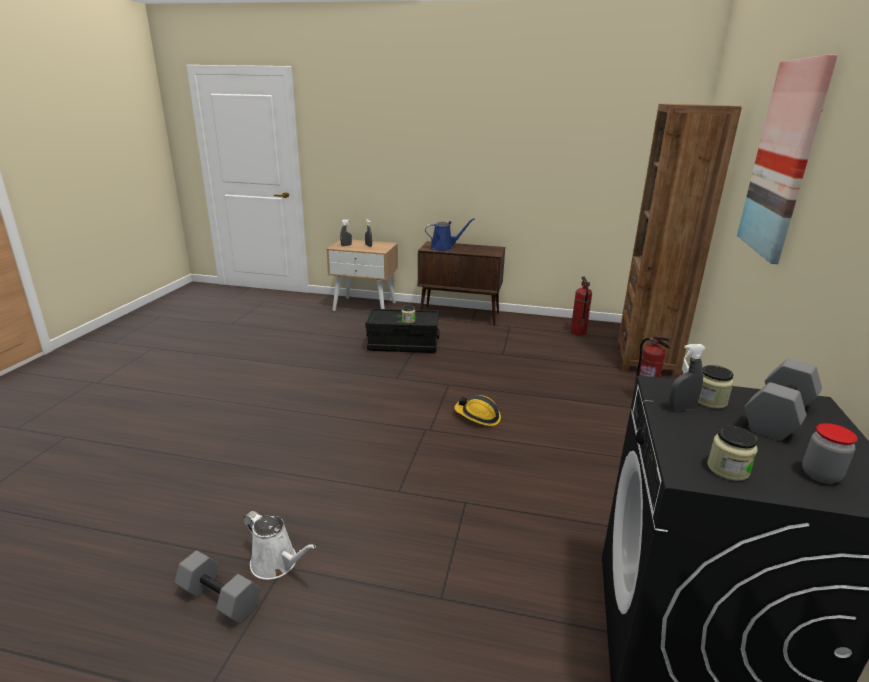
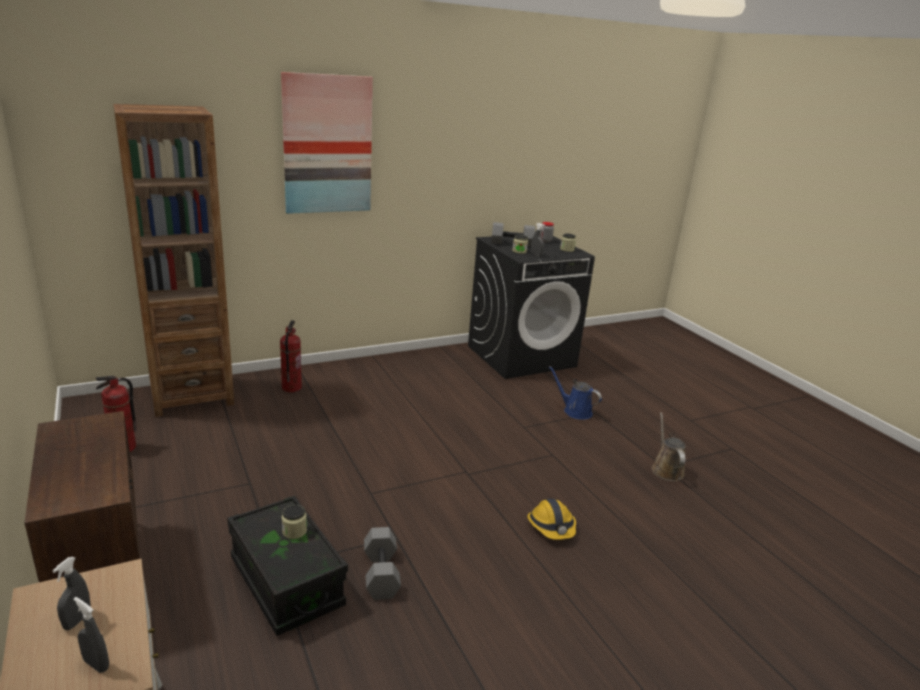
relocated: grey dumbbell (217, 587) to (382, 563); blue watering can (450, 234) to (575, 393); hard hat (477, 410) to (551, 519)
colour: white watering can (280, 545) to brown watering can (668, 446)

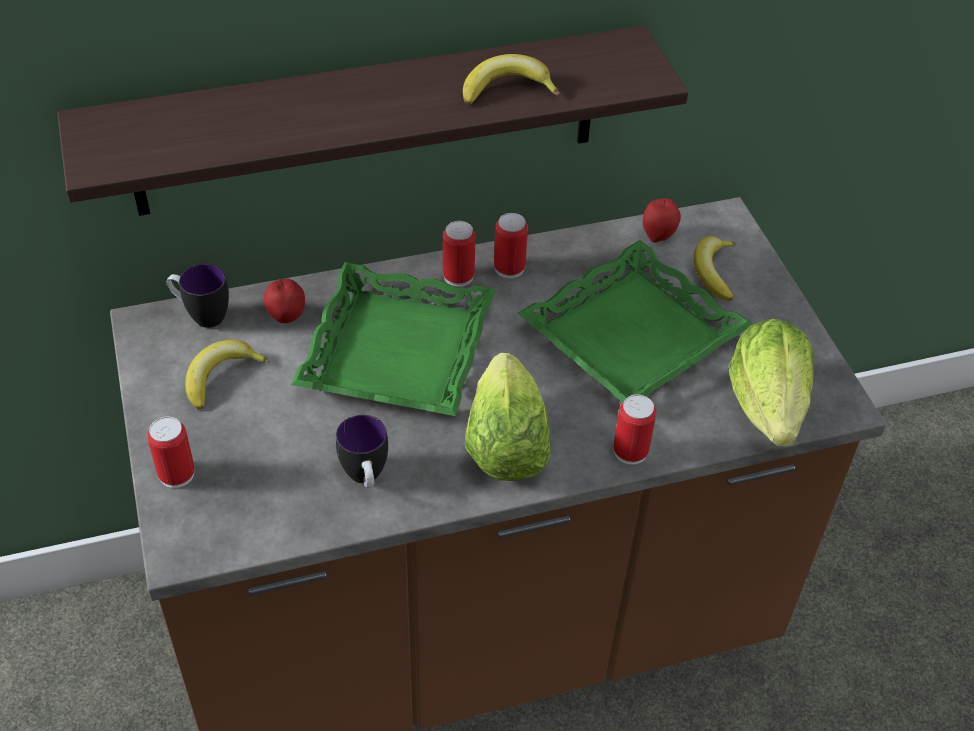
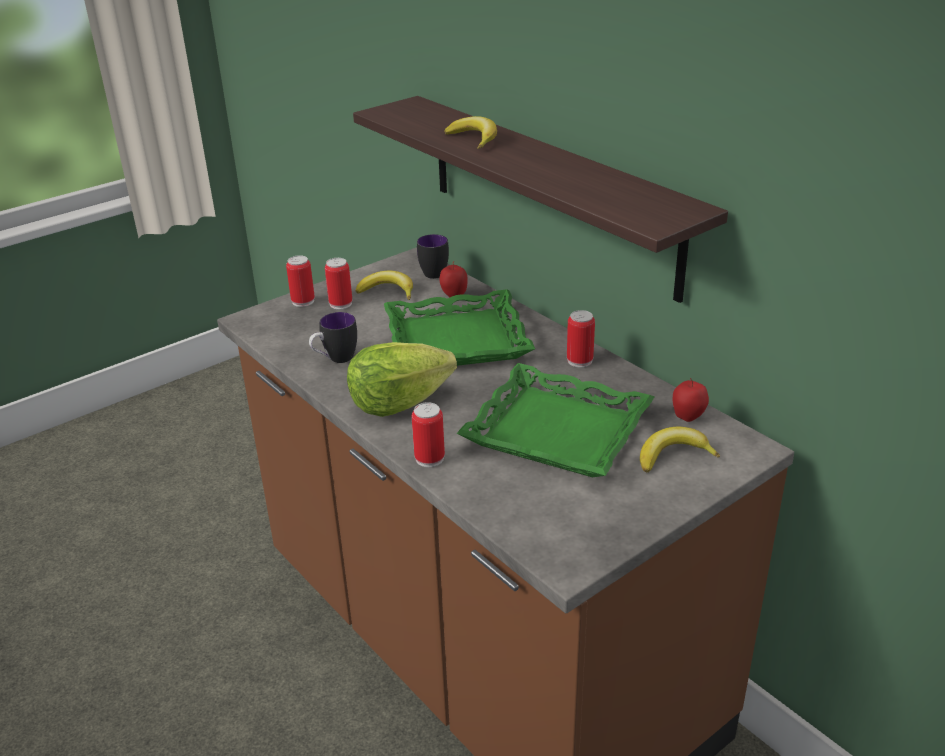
missing: lettuce (771, 382)
relocated: can (459, 254) to (338, 283); banana (511, 79) to (470, 132)

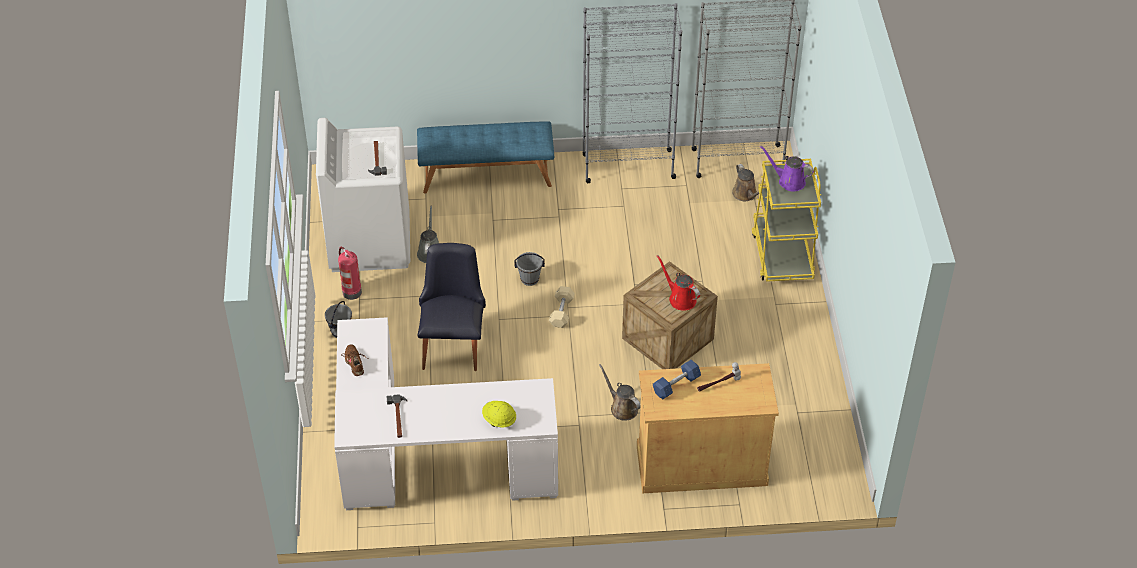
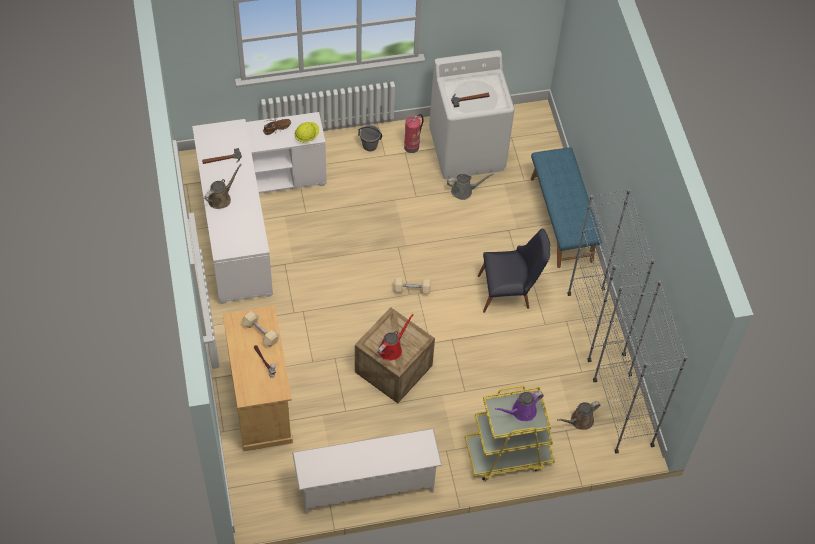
missing: grey bucket (529, 269)
appeared: white shoe rack (367, 472)
relocated: black chair (452, 307) to (514, 271); yellow hard hat (499, 414) to (307, 132); brown watering can (620, 392) to (223, 186)
colour: blue dumbbell (677, 379) to beige dumbbell (261, 329)
spun: purple watering can (787, 168) = (519, 406) 135 degrees counterclockwise

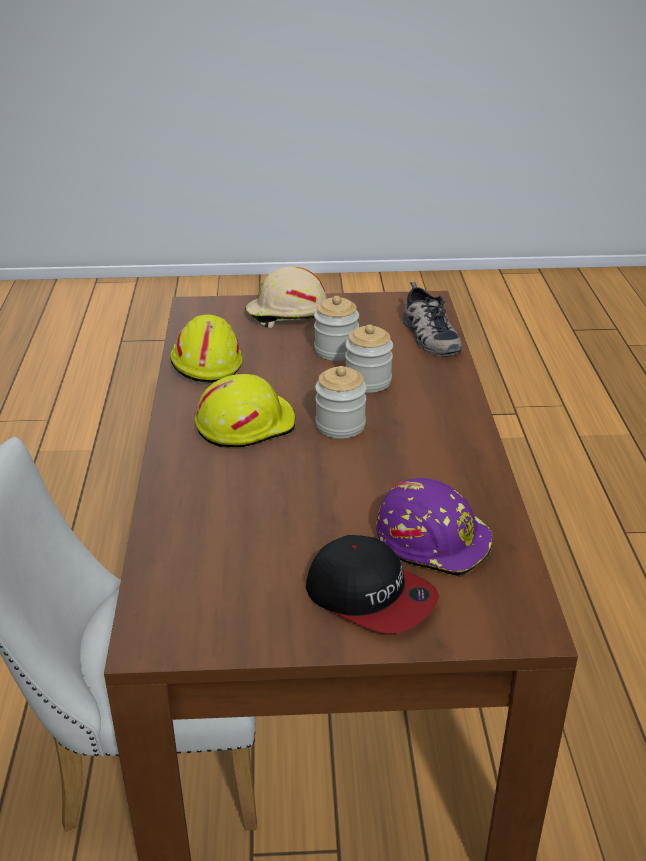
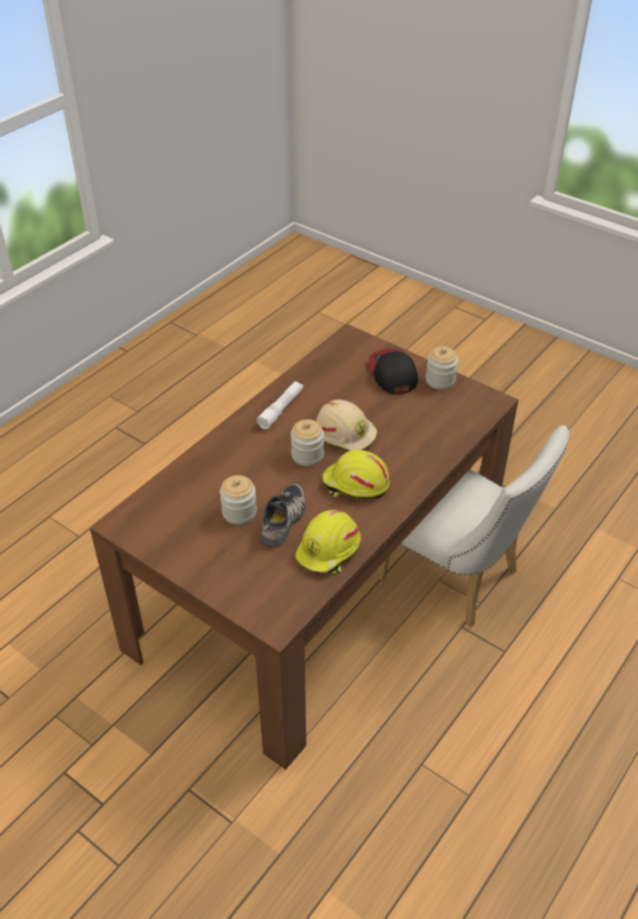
missing: purple hard hat (434, 527)
appeared: white flashlight (280, 405)
relocated: beige hard hat (286, 297) to (347, 425); jar (369, 358) to (442, 368); shoe (432, 319) to (283, 515)

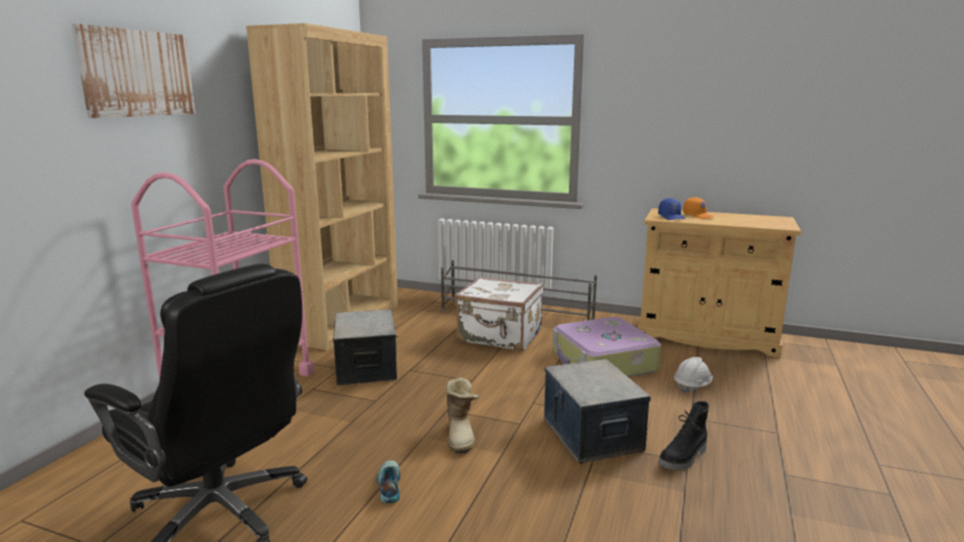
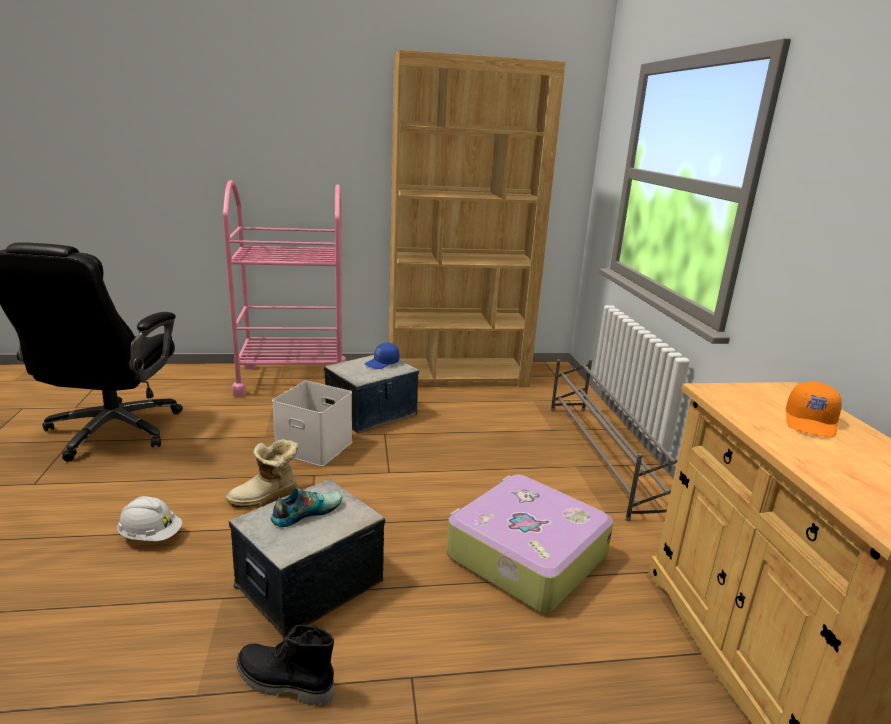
missing: picture (134, 71); white suitcase (499, 314)
appeared: white storage box (312, 423)
relocated: shoe (388, 481) to (306, 507); blue cap (671, 209) to (382, 356); white hard hat (693, 375) to (149, 518)

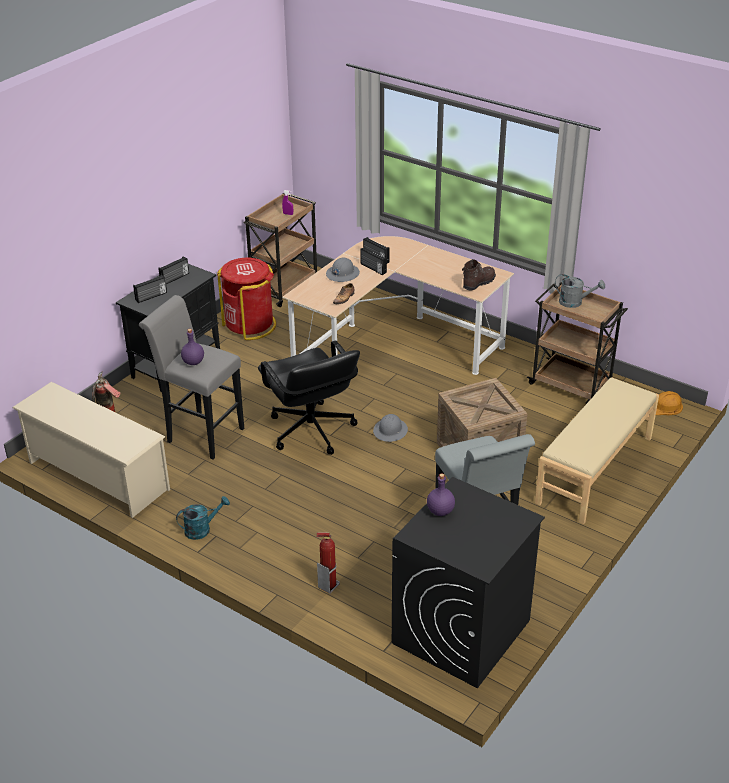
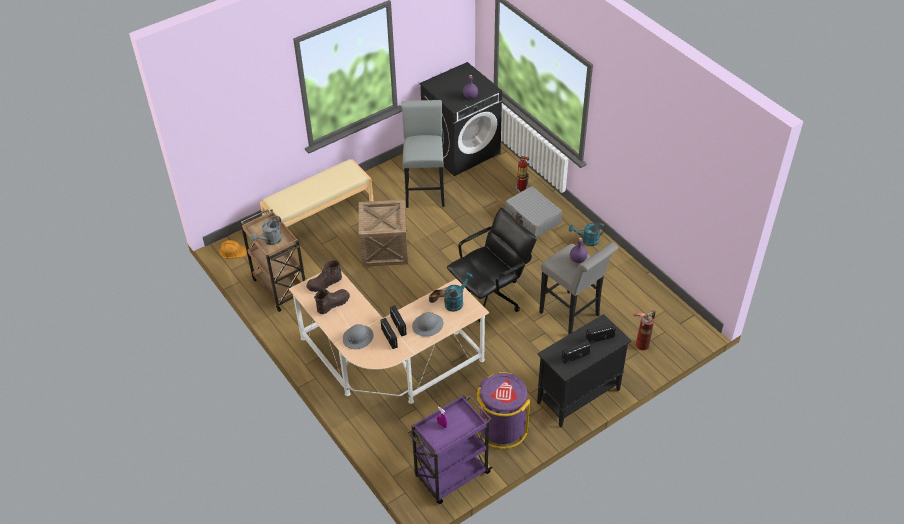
missing: beige shoe rack (91, 450)
appeared: brown boot (332, 301); turquoise watering can (458, 292); grey suitcase (533, 211)
relocated: grey hard hat (390, 428) to (358, 336)
colour: red trash can (246, 299) to purple trash can (503, 410); brown cart (280, 250) to purple cart (450, 449)
spun: black office chair (309, 398) = (492, 265) 60 degrees clockwise; grey watering can (580, 291) = (266, 230) 90 degrees counterclockwise

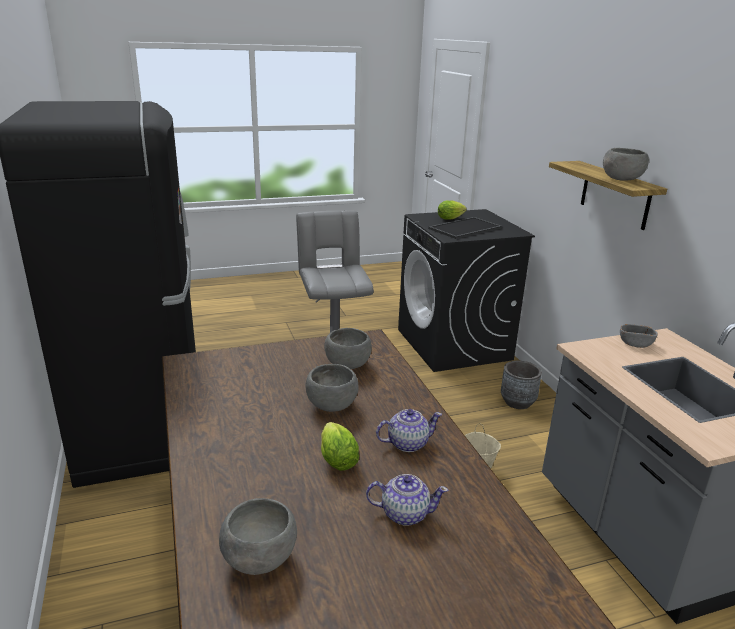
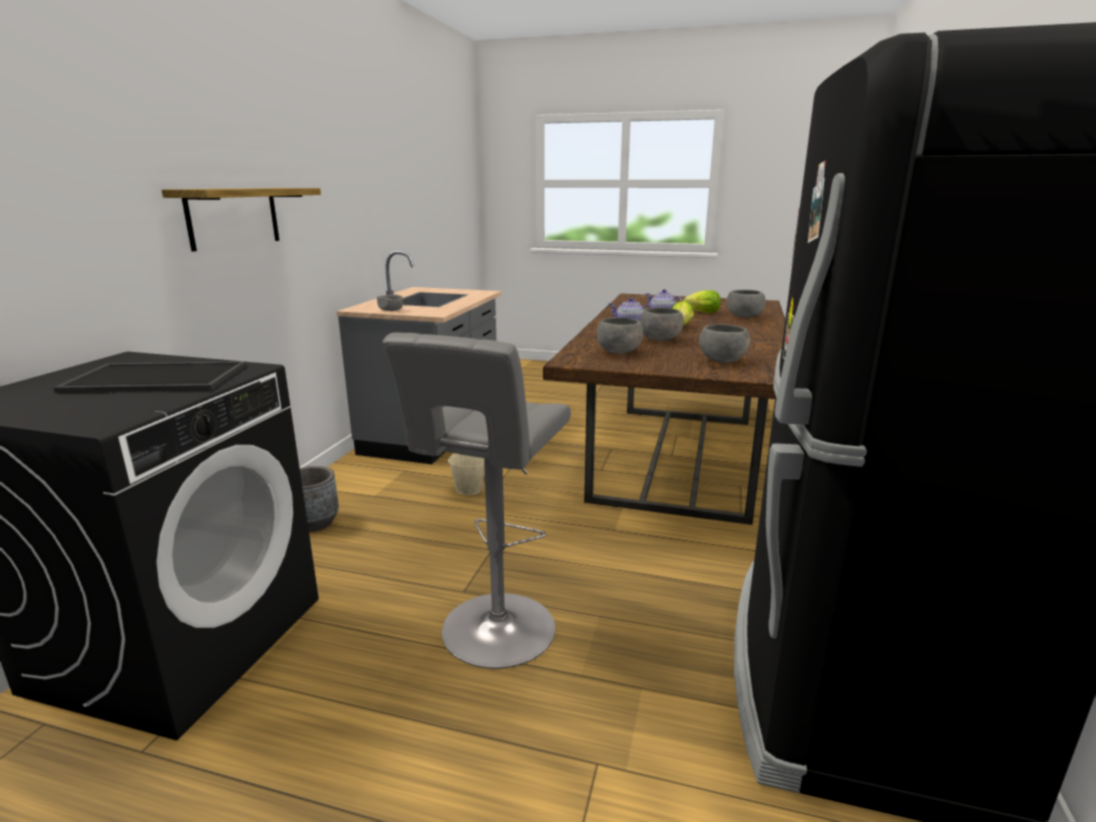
relocated: lettuce (452, 210) to (702, 301); grey bowl (626, 164) to (724, 343)

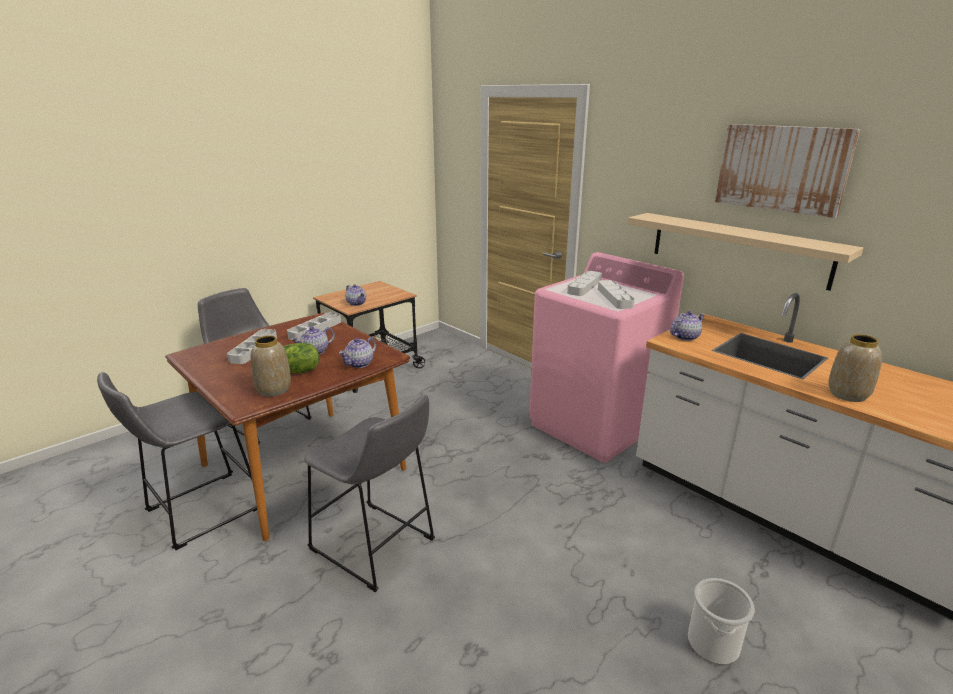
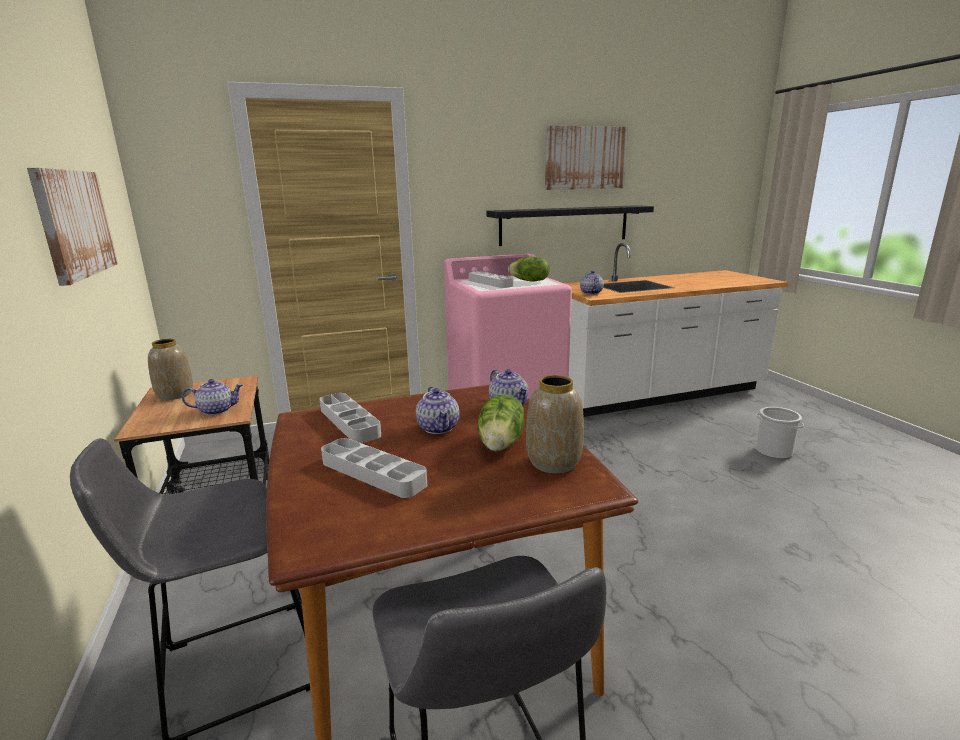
missing: grey stool (369, 493)
appeared: picture (72, 227)
relocated: vase (855, 368) to (170, 369)
exchanged: grey tray (616, 294) to lettuce (528, 269)
colour: beige shelf (745, 252) to black shelf (570, 225)

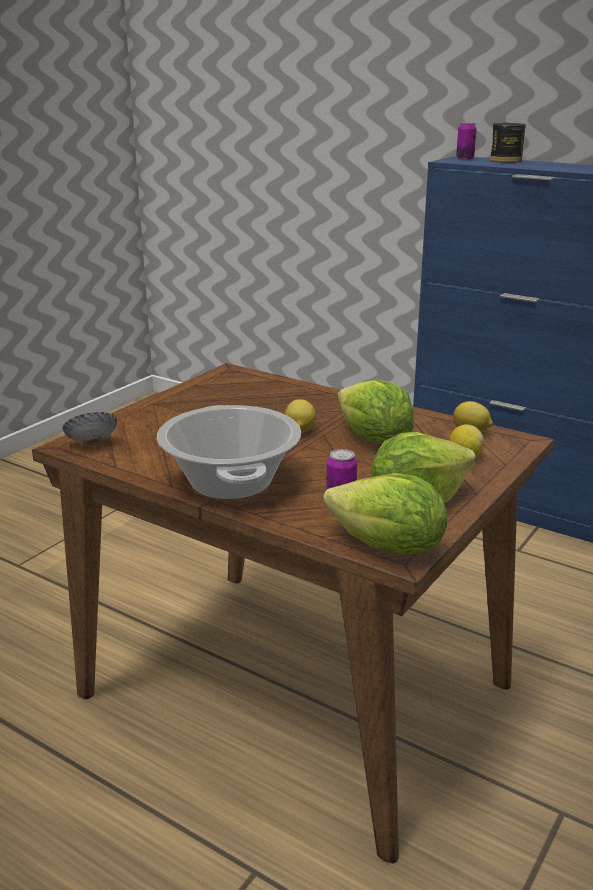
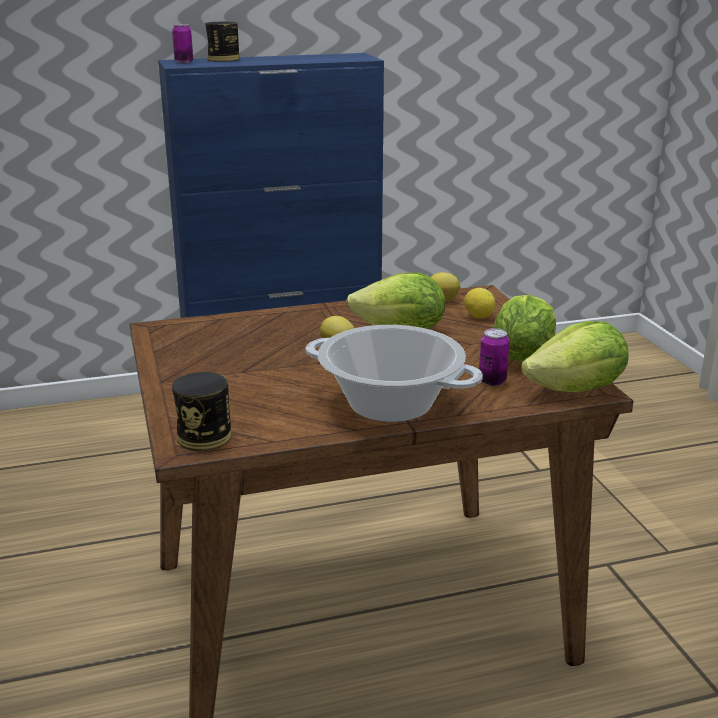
exchanged: bowl (90, 429) to can (202, 411)

